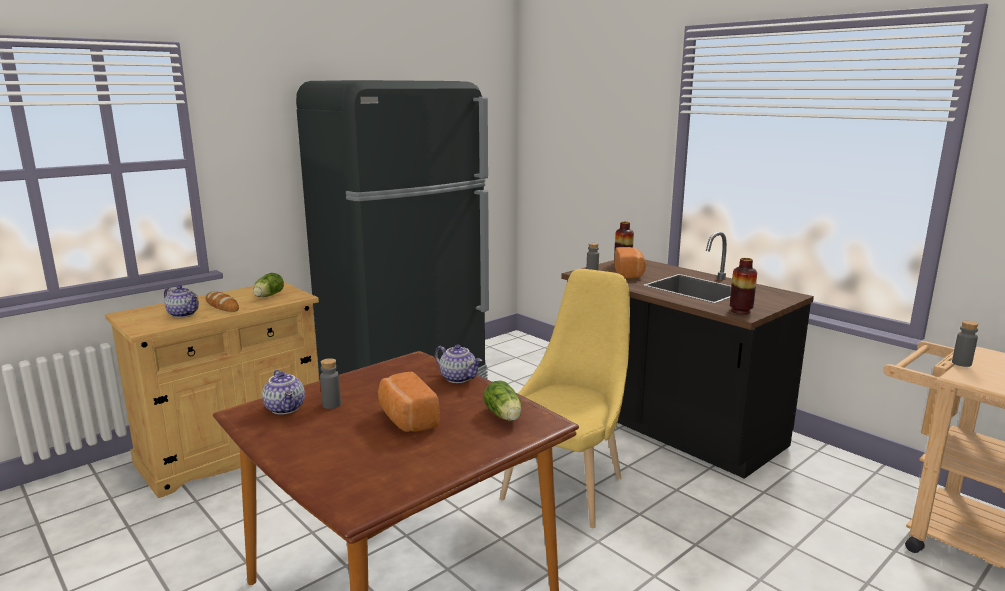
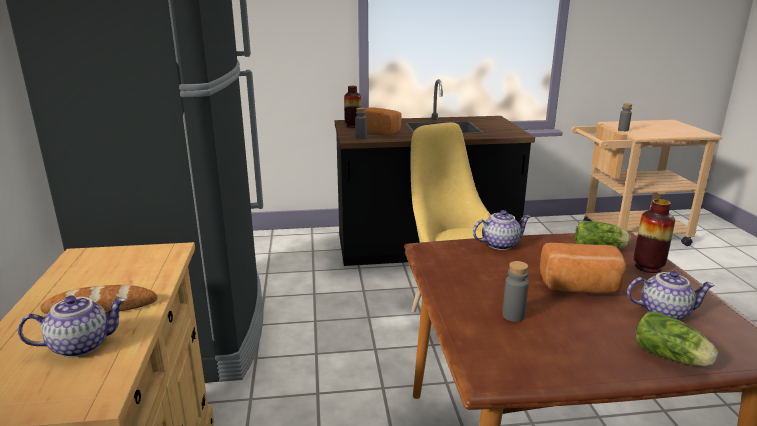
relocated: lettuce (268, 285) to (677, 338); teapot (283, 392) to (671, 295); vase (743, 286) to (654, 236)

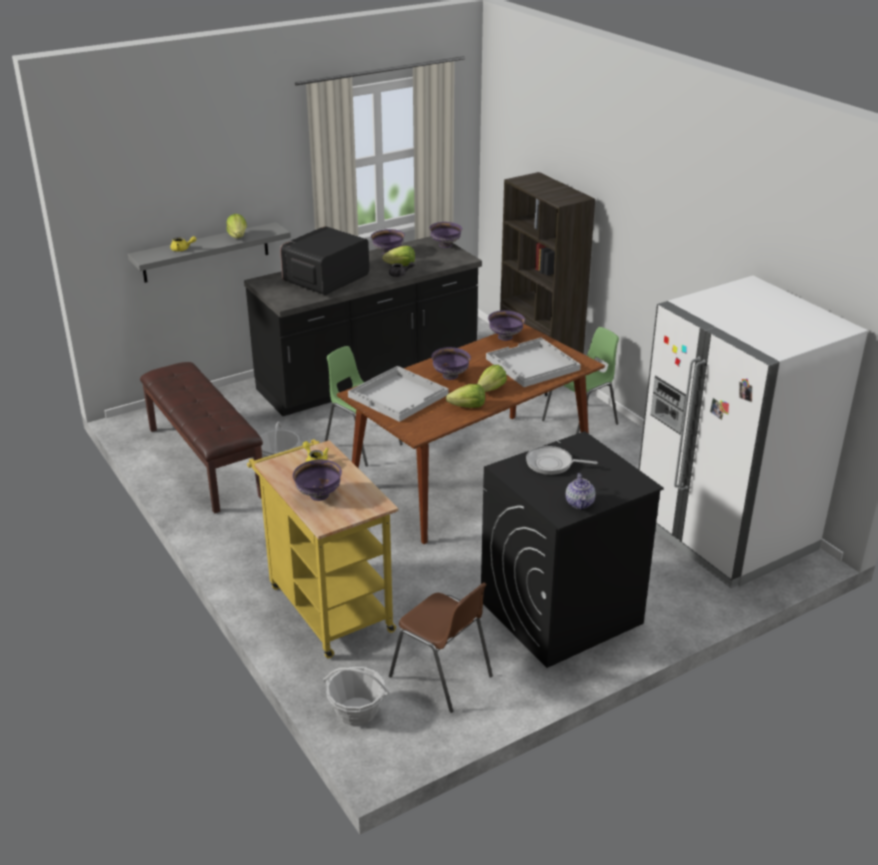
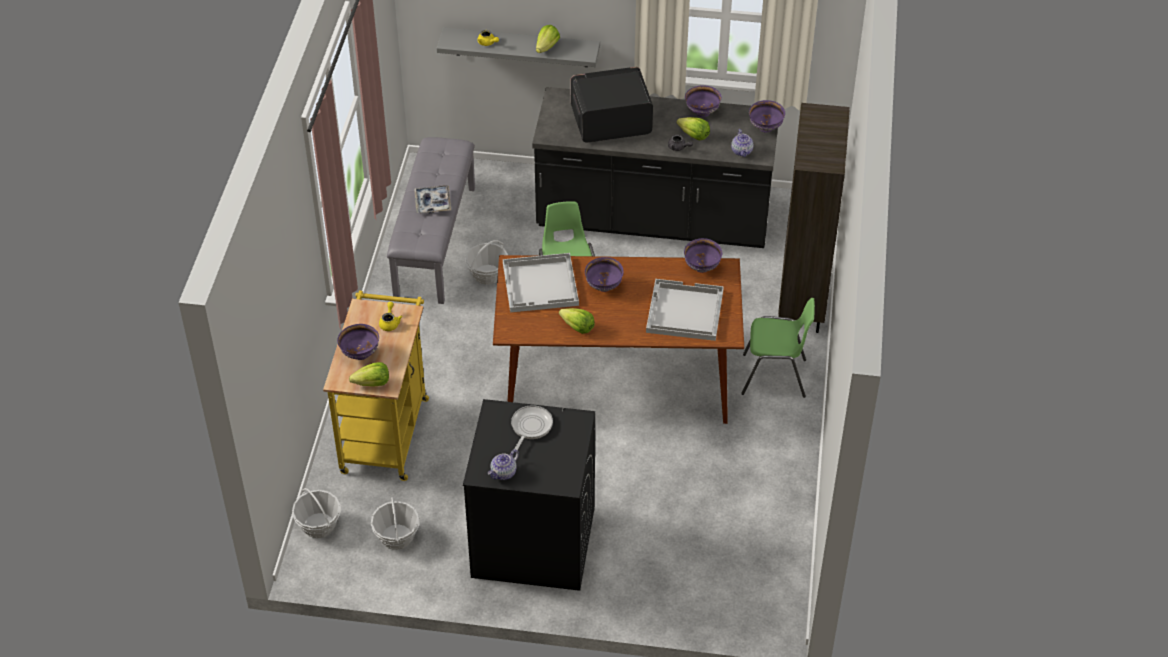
missing: white fridge (753, 432)
appeared: tray (432, 199); teapot (742, 143)
relocated: lettuce (492, 378) to (369, 374)
exchanged: brown chair (441, 648) to basket (395, 523)
colour: brown bench (201, 437) to grey bench (431, 220)
spun: frying pan (562, 460) = (532, 427) 60 degrees clockwise

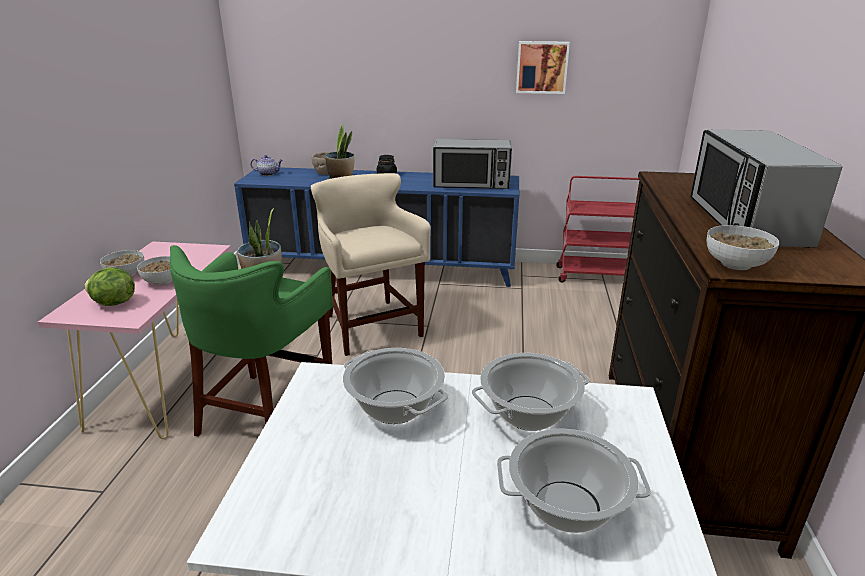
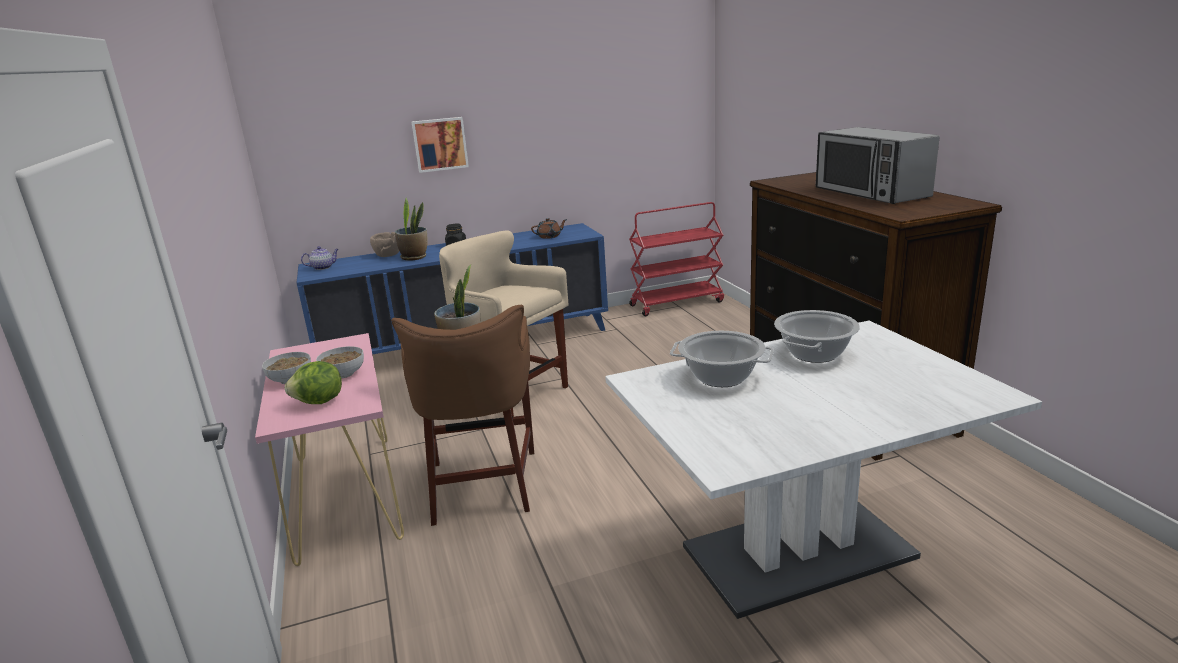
missing: cooking pot (574, 480); bowl (743, 247)
relocated: picture (543, 67) to (440, 145)
exchanged: microwave (472, 164) to brown teapot (549, 228)
colour: green stool (251, 341) to brown stool (462, 415)

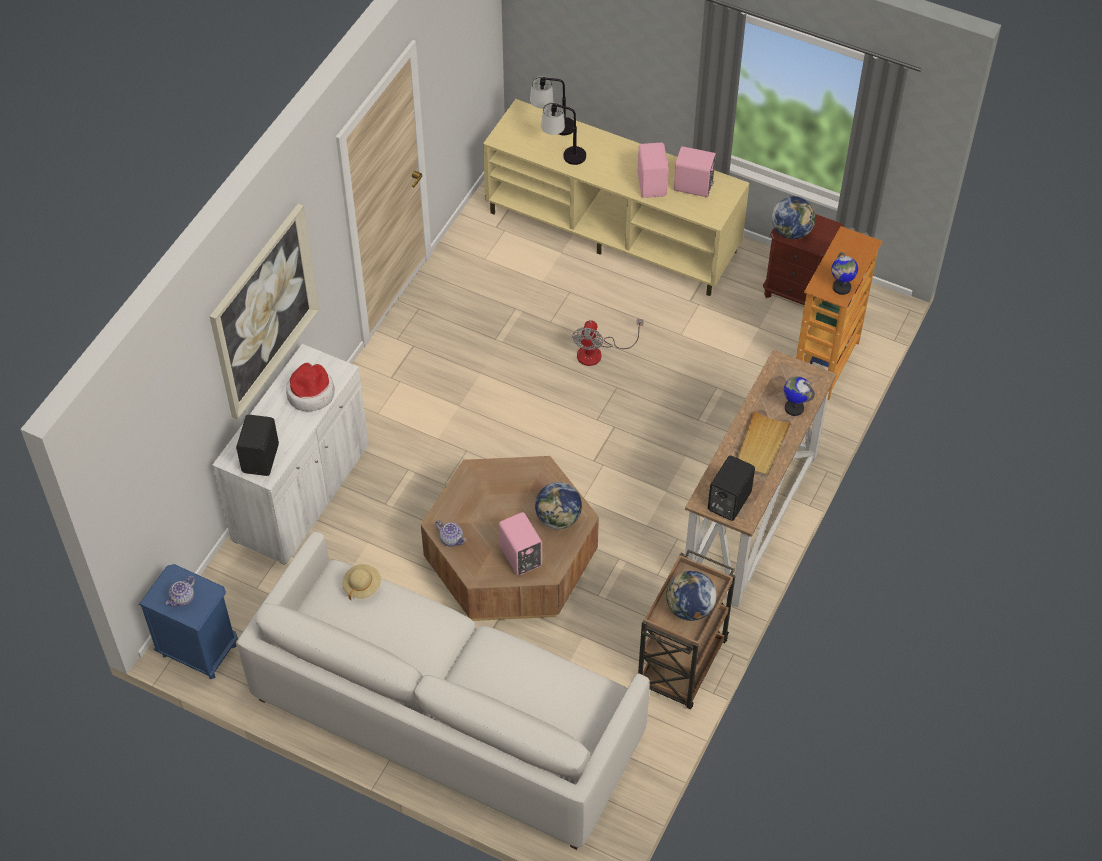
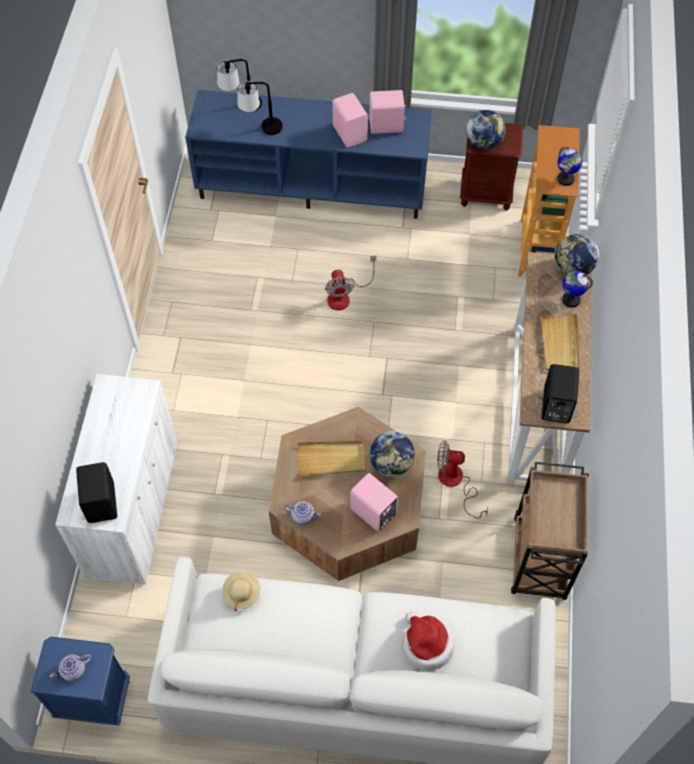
missing: picture (264, 312)
appeared: beige tray (331, 458); fan (462, 479)
relocated: hat (310, 387) to (428, 641); globe (691, 596) to (576, 254)
colour: beige tv stand (616, 197) to blue tv stand (308, 154)
spun: teapot (180, 591) = (71, 668) 45 degrees clockwise

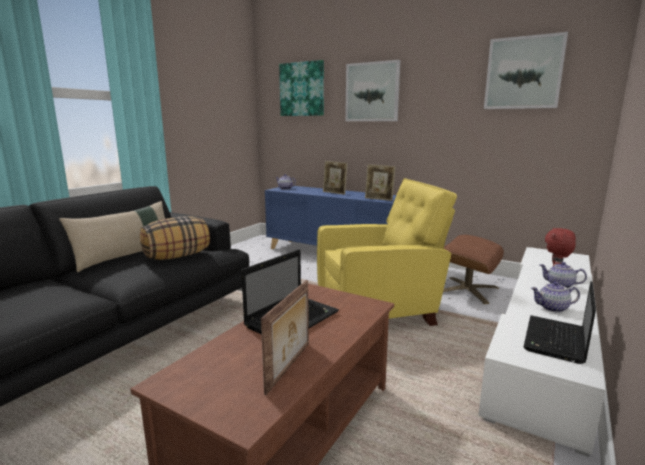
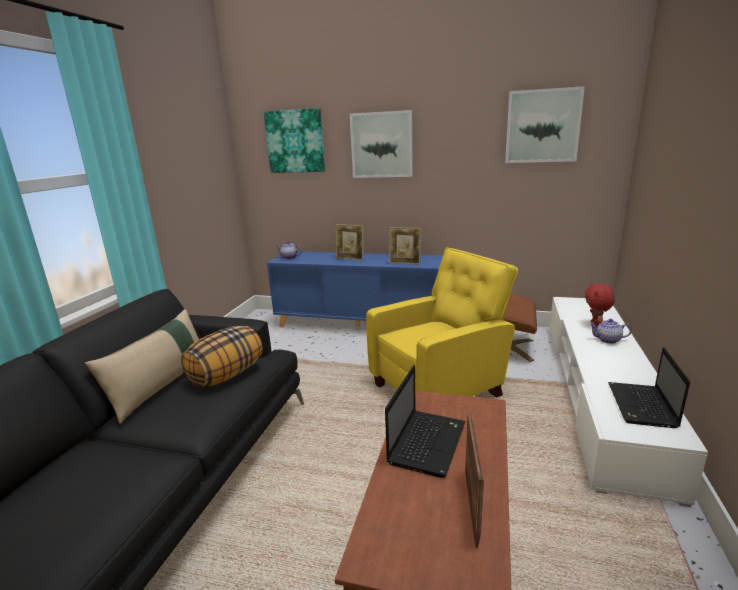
missing: teapot (555, 297)

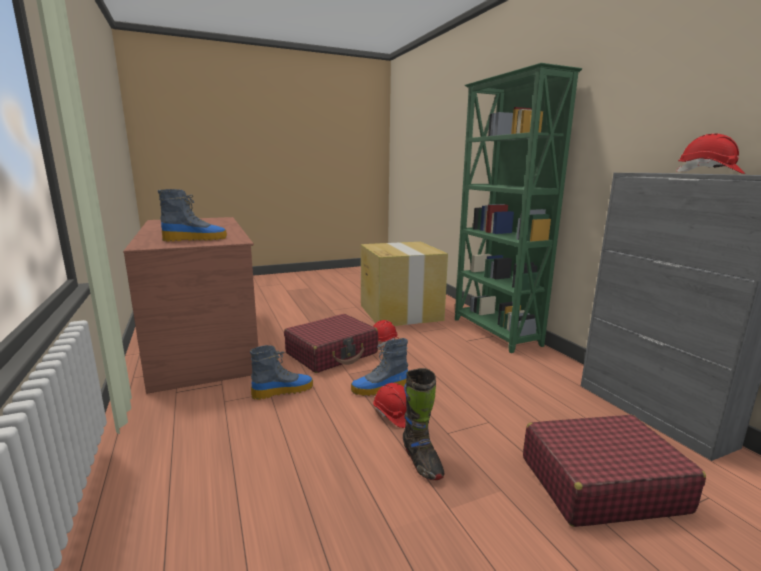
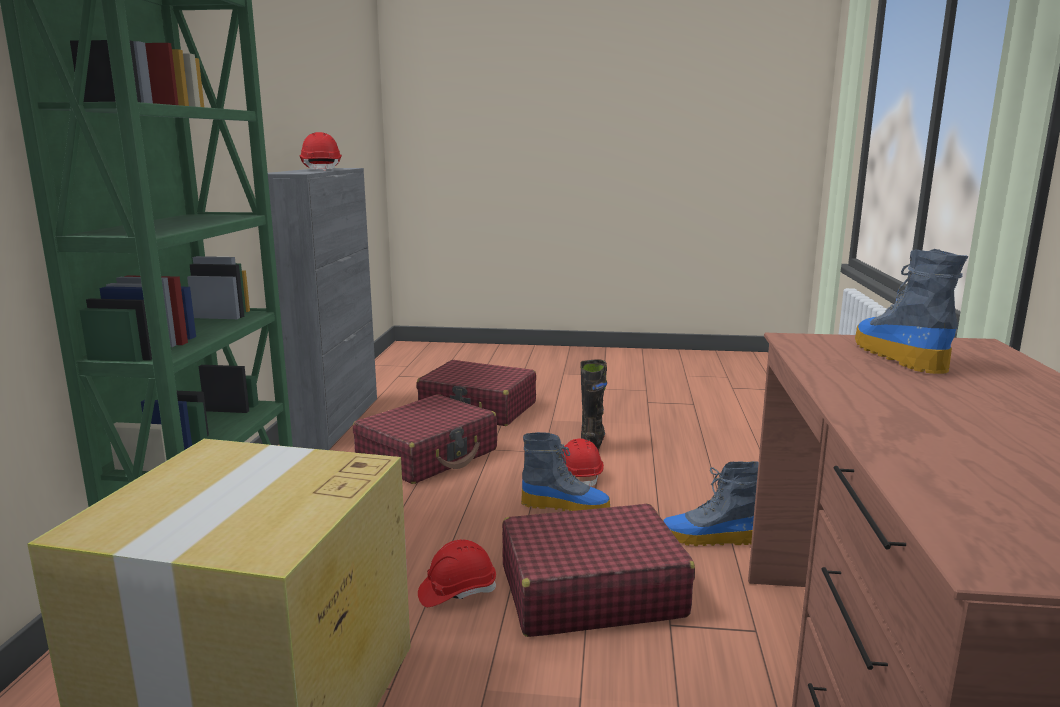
appeared: red suitcase (425, 439)
spun: boot (192, 215) = (911, 311) 75 degrees clockwise

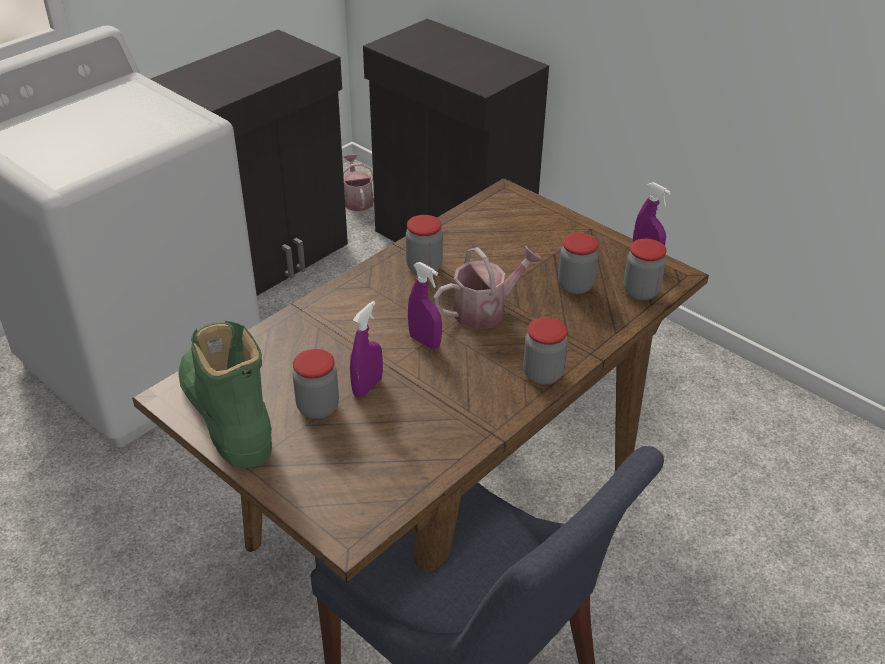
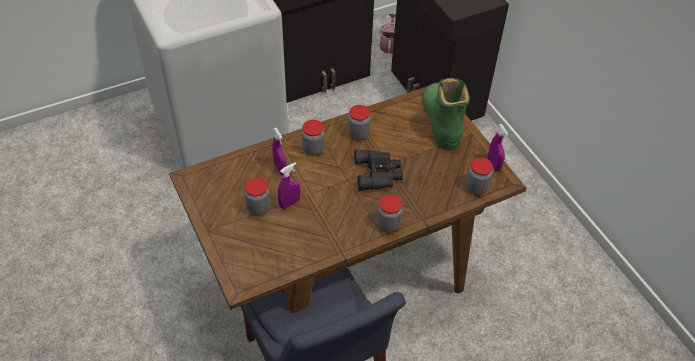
relocated: green boot (225, 394) to (446, 114); purple spray bottle (425, 305) to (279, 151); jar (578, 263) to (313, 138)
exchanged: watering can (488, 287) to black binoculars (378, 170)

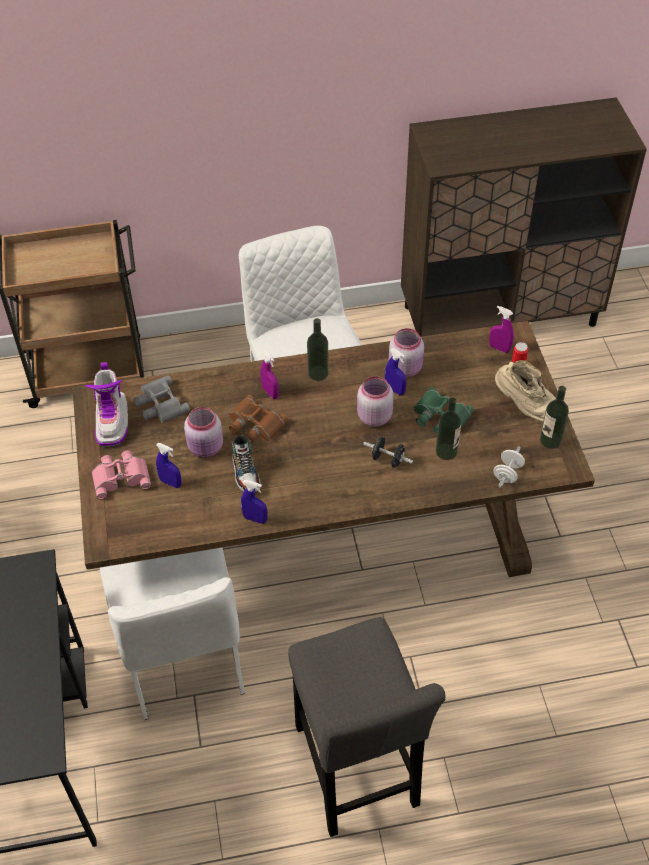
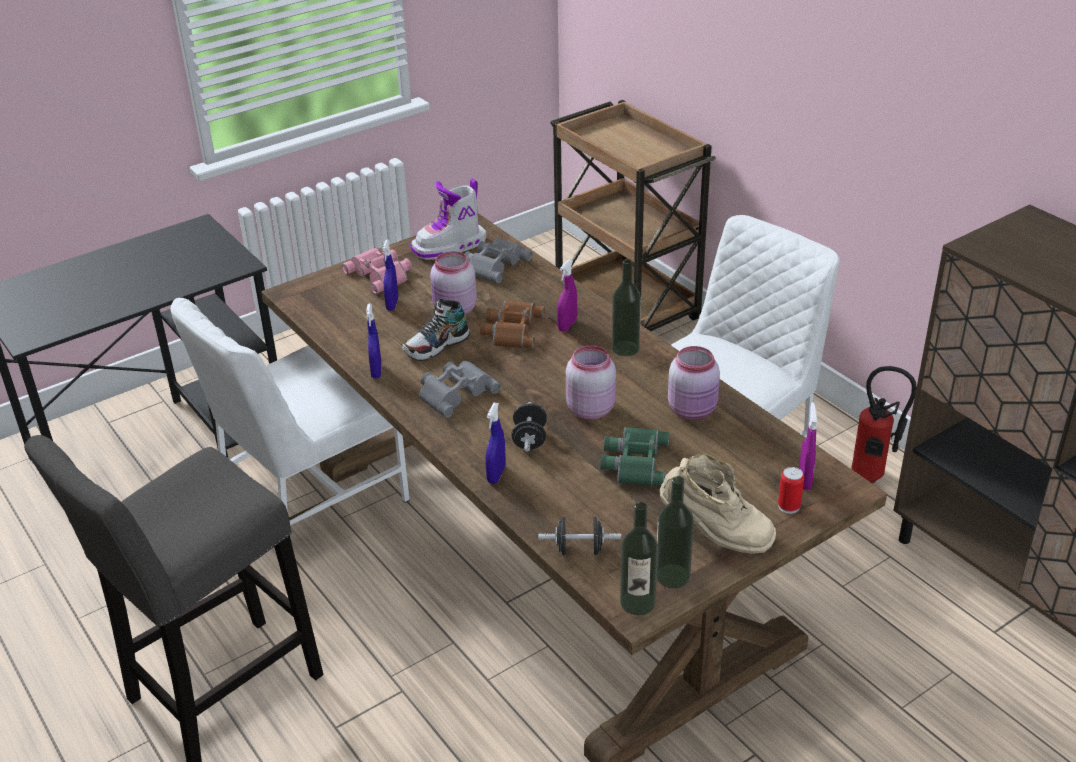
appeared: grey binoculars (460, 389); fire extinguisher (884, 424)
relocated: blue spray bottle (395, 371) to (495, 443); bottle (448, 428) to (639, 558)
colour: white dumbbell (509, 467) to black dumbbell (579, 536)
spun: beige boot (525, 391) = (718, 503) 75 degrees counterclockwise

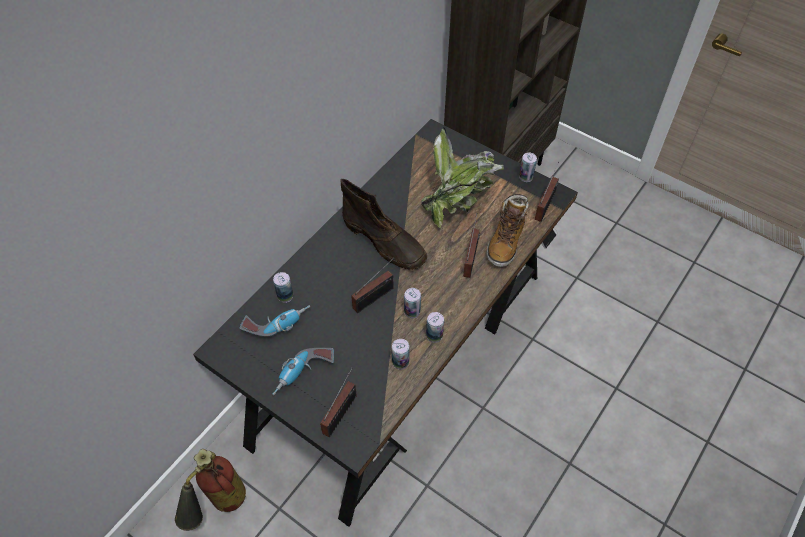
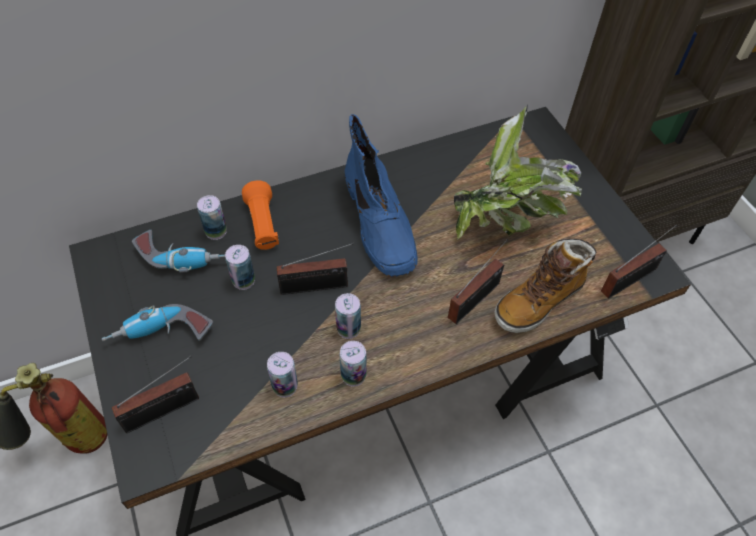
appeared: orange flashlight (260, 215)
relocated: can (528, 167) to (240, 267)
colour: brown boot (383, 224) to blue boot (381, 195)

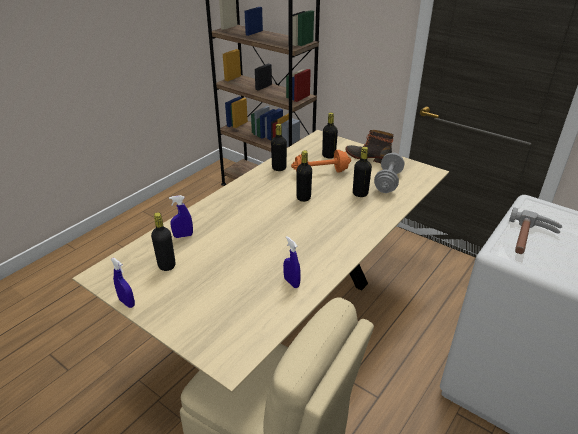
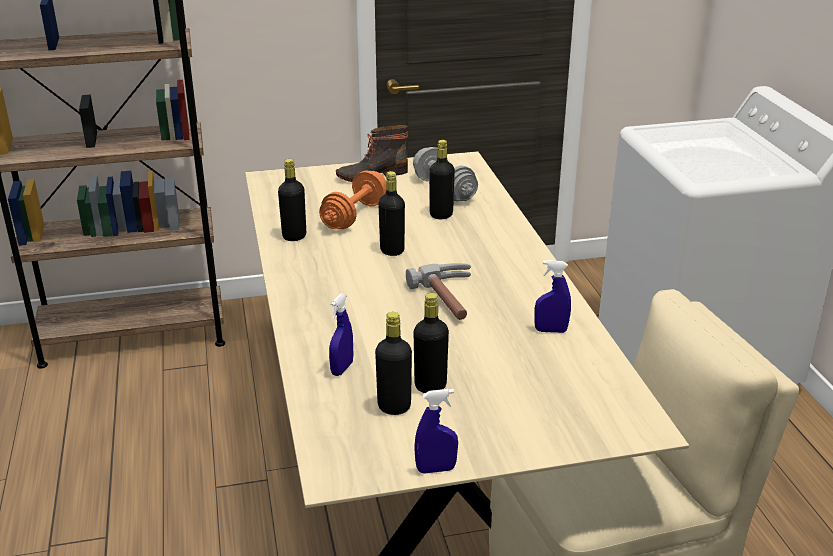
relocated: black bottle (330, 136) to (431, 343); hammer (535, 230) to (438, 291)

